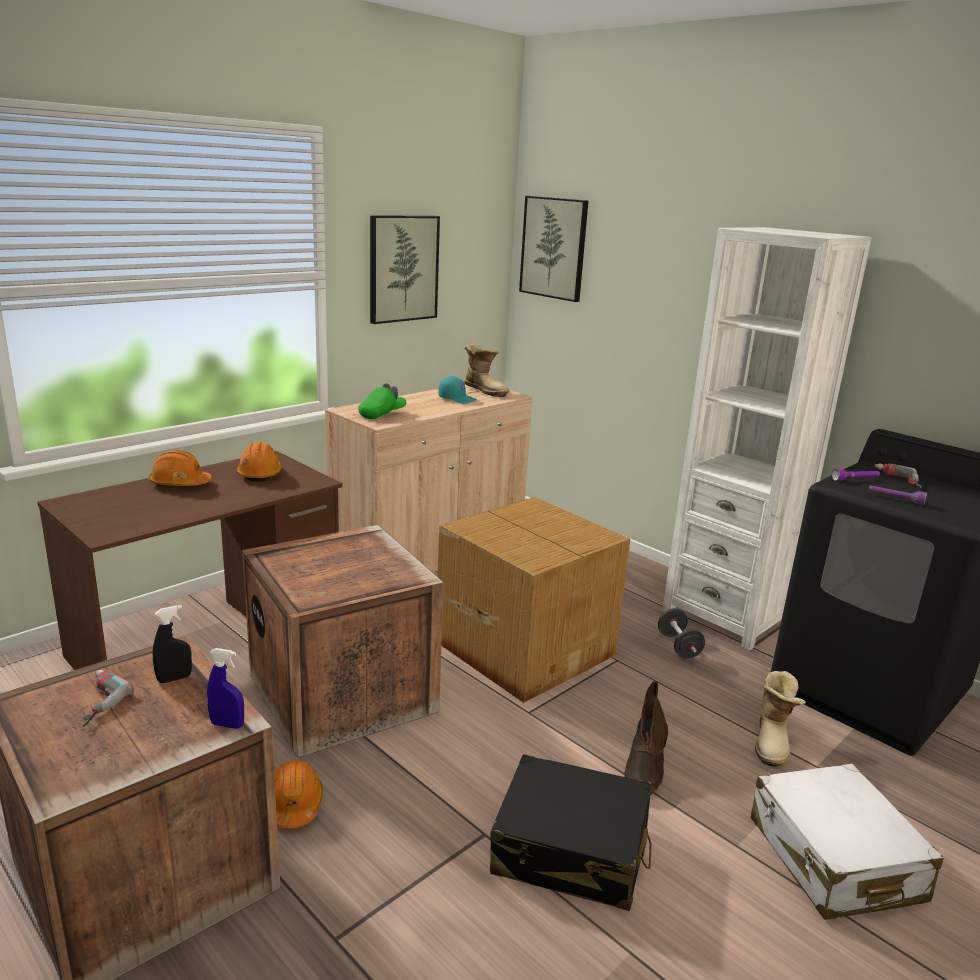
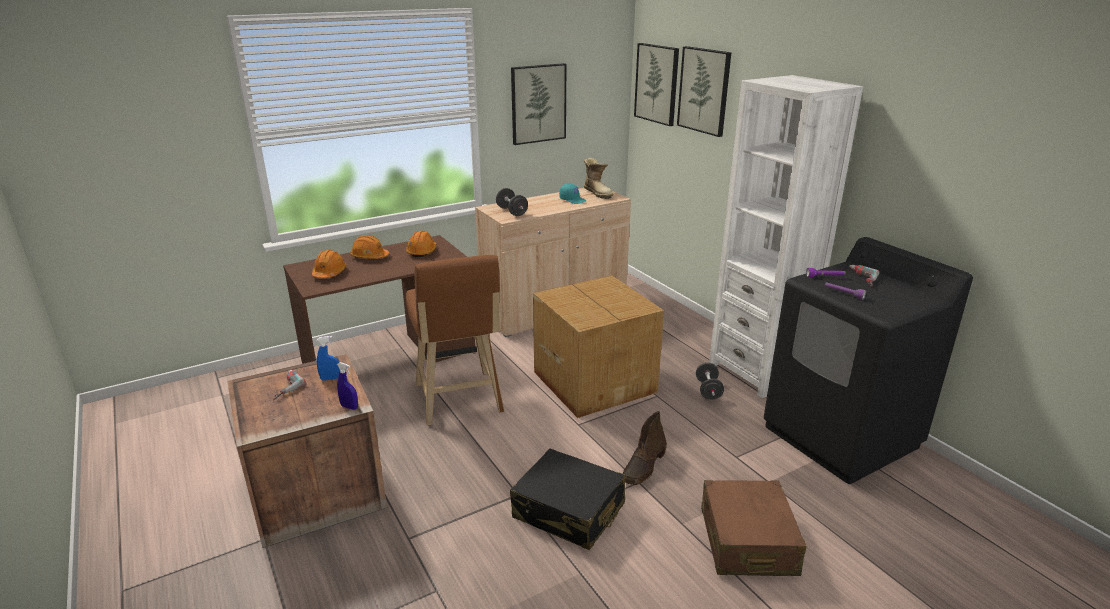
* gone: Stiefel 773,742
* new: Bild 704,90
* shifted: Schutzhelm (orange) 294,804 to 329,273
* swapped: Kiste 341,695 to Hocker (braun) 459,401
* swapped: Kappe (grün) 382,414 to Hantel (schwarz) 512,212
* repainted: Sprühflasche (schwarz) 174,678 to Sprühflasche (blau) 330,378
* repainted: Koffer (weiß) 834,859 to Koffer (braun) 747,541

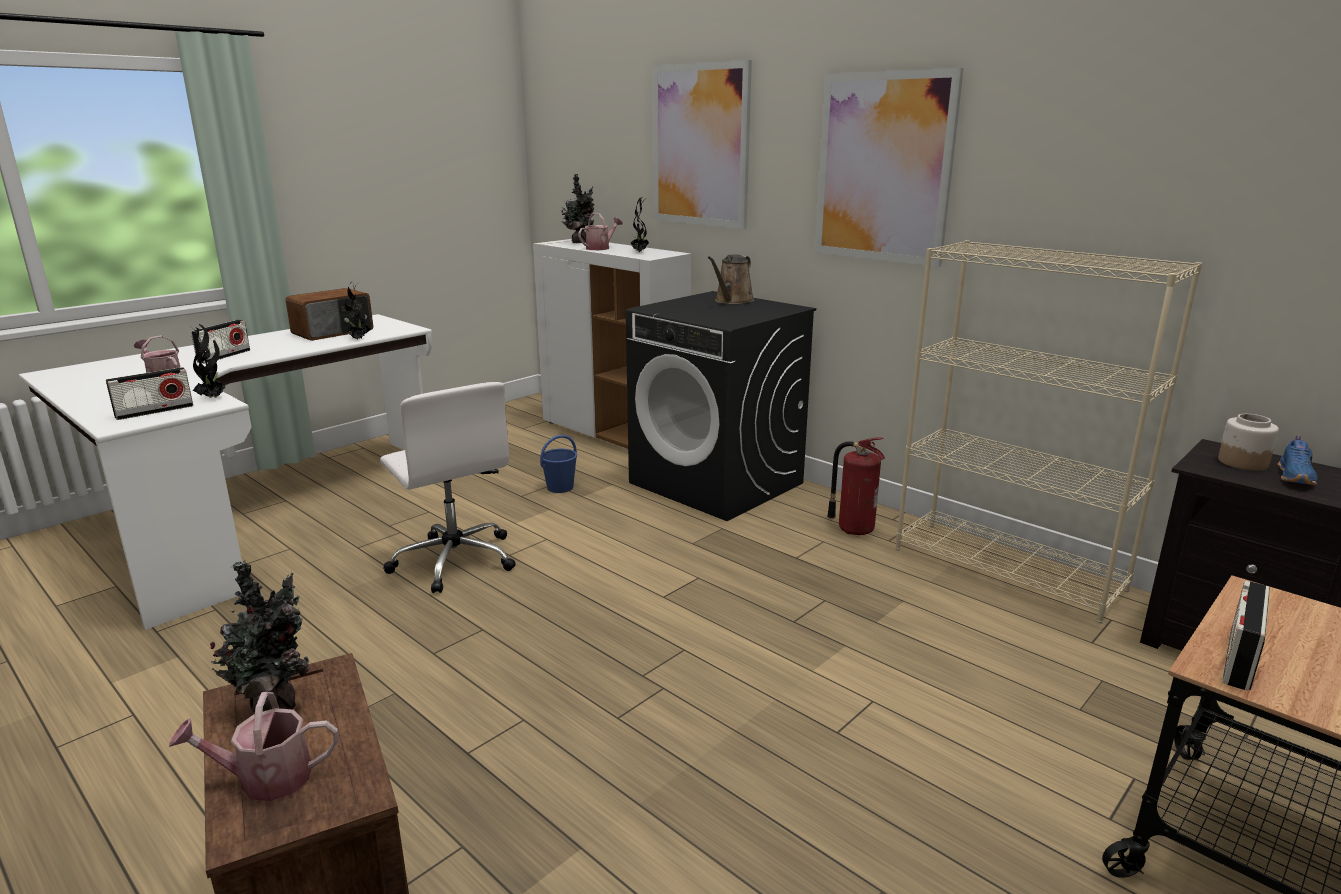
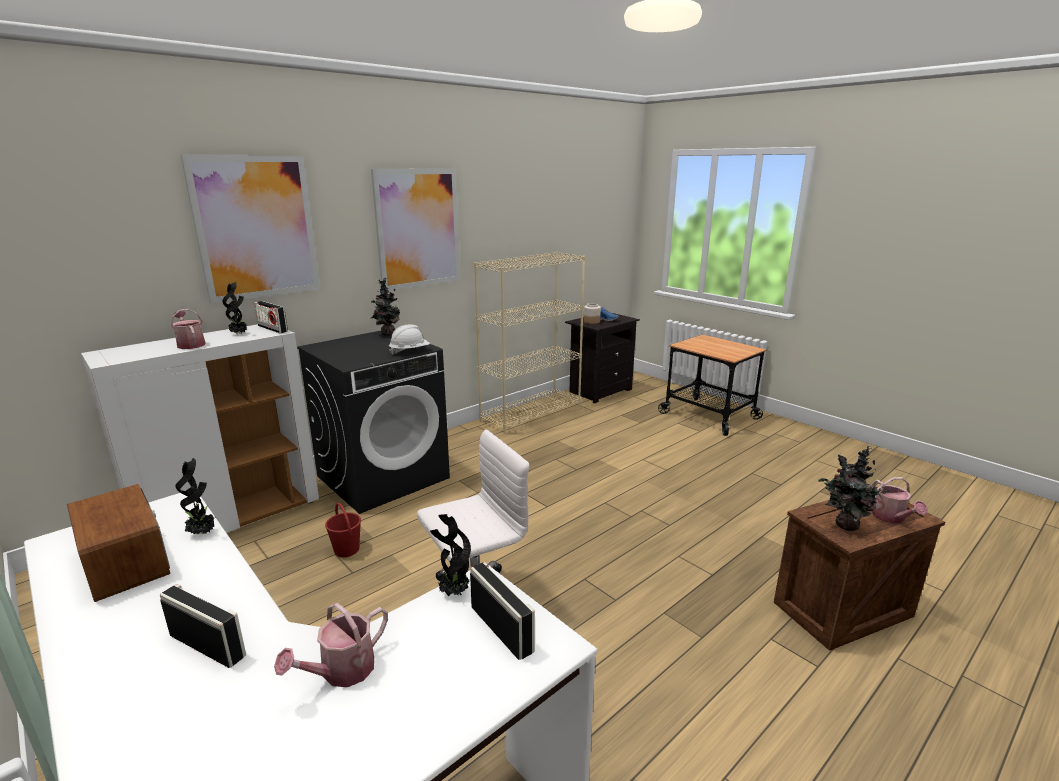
* gone: Gießkanne (braun) 732,301
* gone: Feuerlöscher 854,529
* new: Schutzhelm (weiß) 410,352
* shifted: Topfpflanze 580,242 to 386,334
* shifted: Radio 1239,660 to 272,329
* repainted: Eimer (blau) 559,488 to Eimer (rot) 347,550

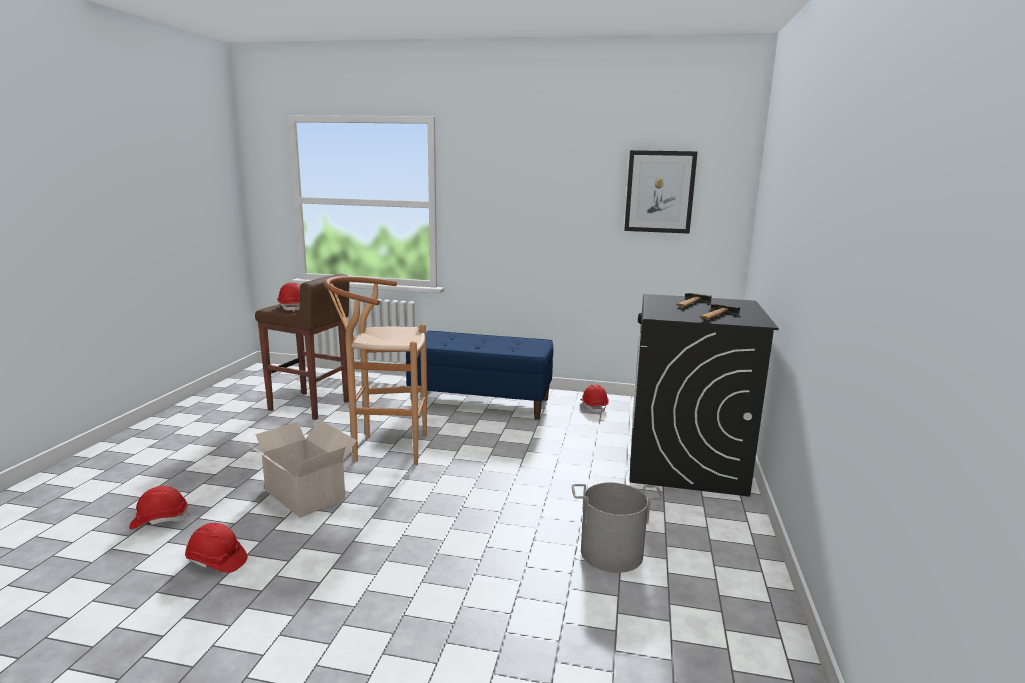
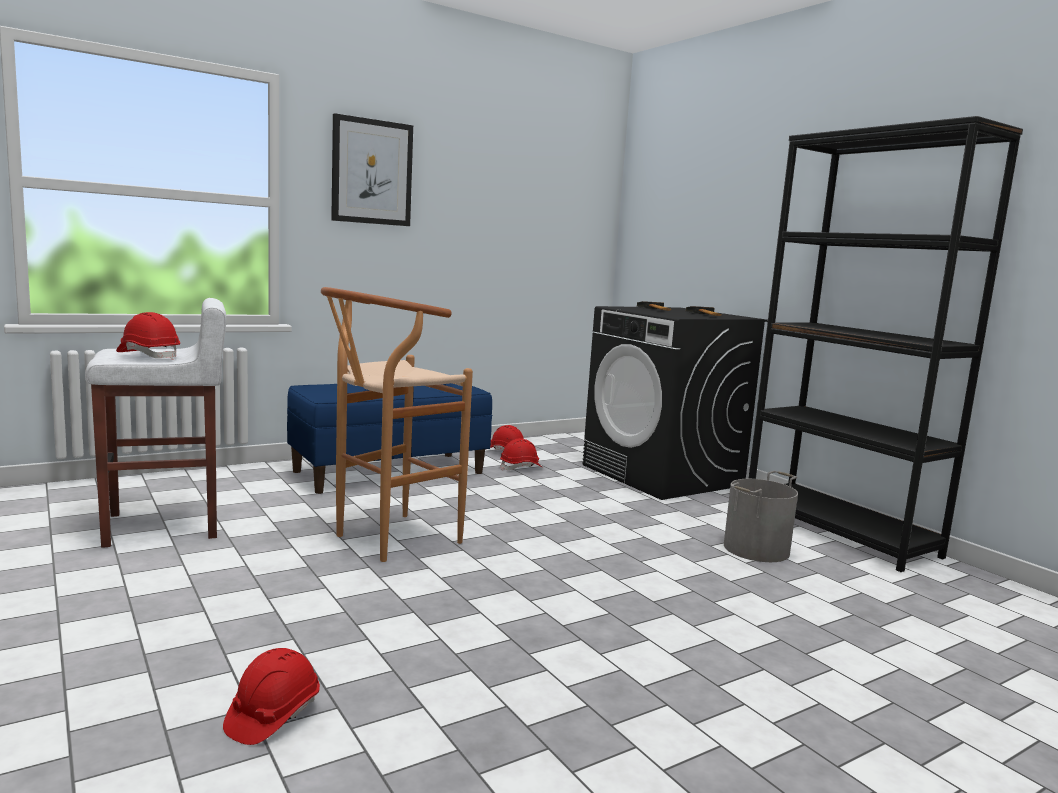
* gone: Karton 304,493
* new: Bücherregal (schwarz) 838,532
* shifted: Schutzhelm (rot) 216,561 to 521,467
* shifted: Bild 659,192 to 372,172
* repainted: Hocker (braun) 309,406 to Hocker (weiß) 165,526

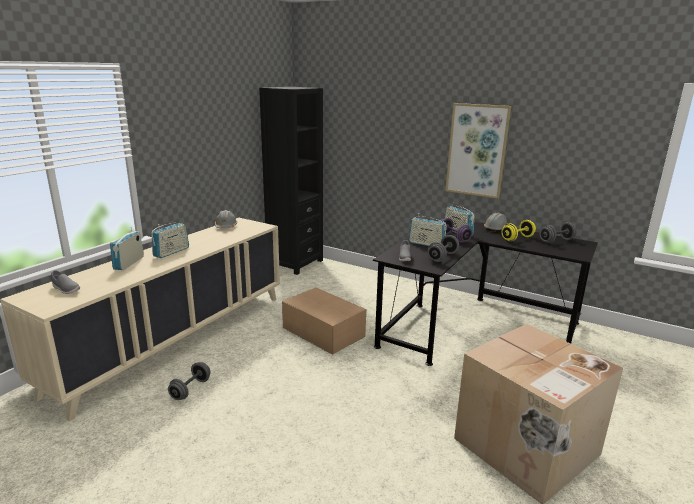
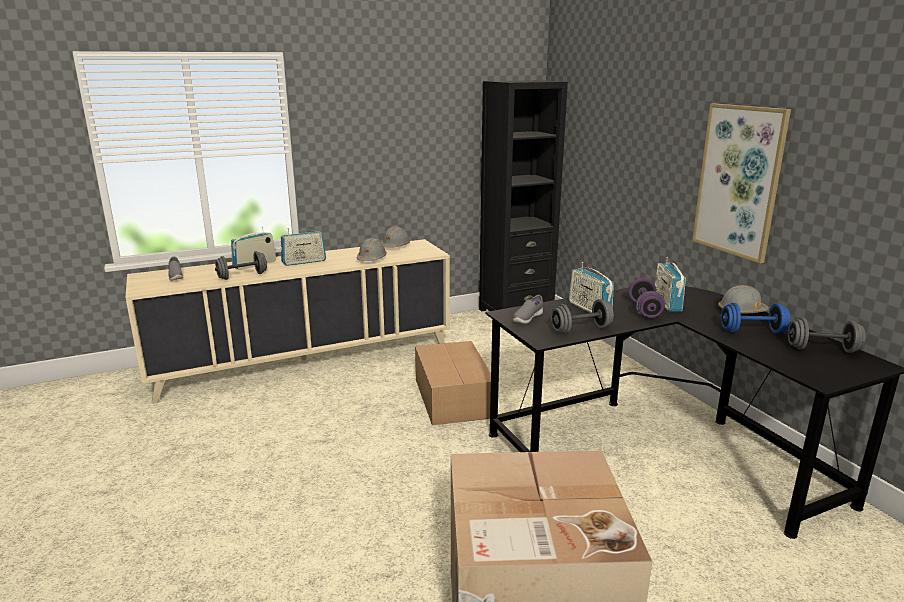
* new: Schutzhelm (grau) 371,259
* shifted: Hantel (grau) 190,389 to 242,276
* repainted: Hantel (gelb) 517,238 to Hantel (blau) 752,331

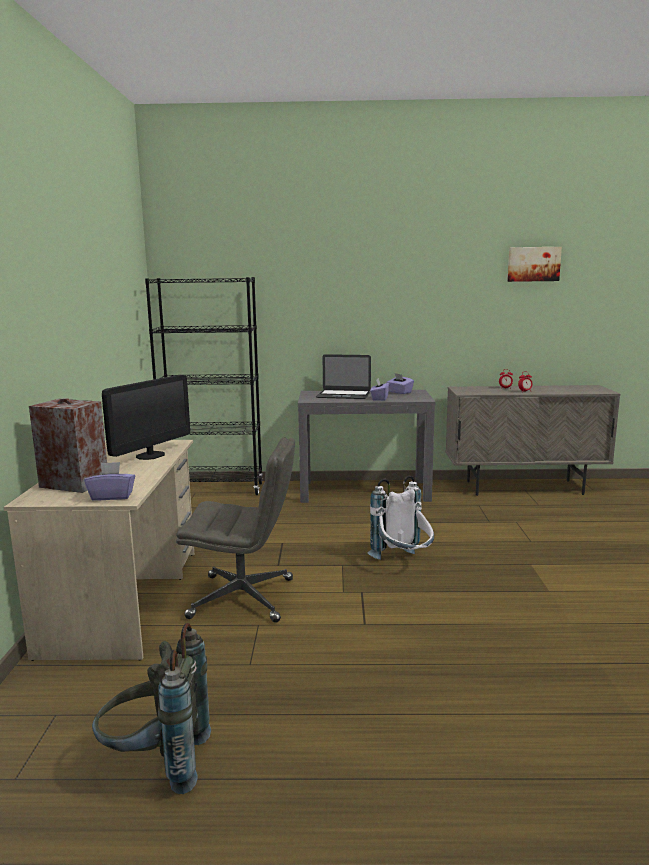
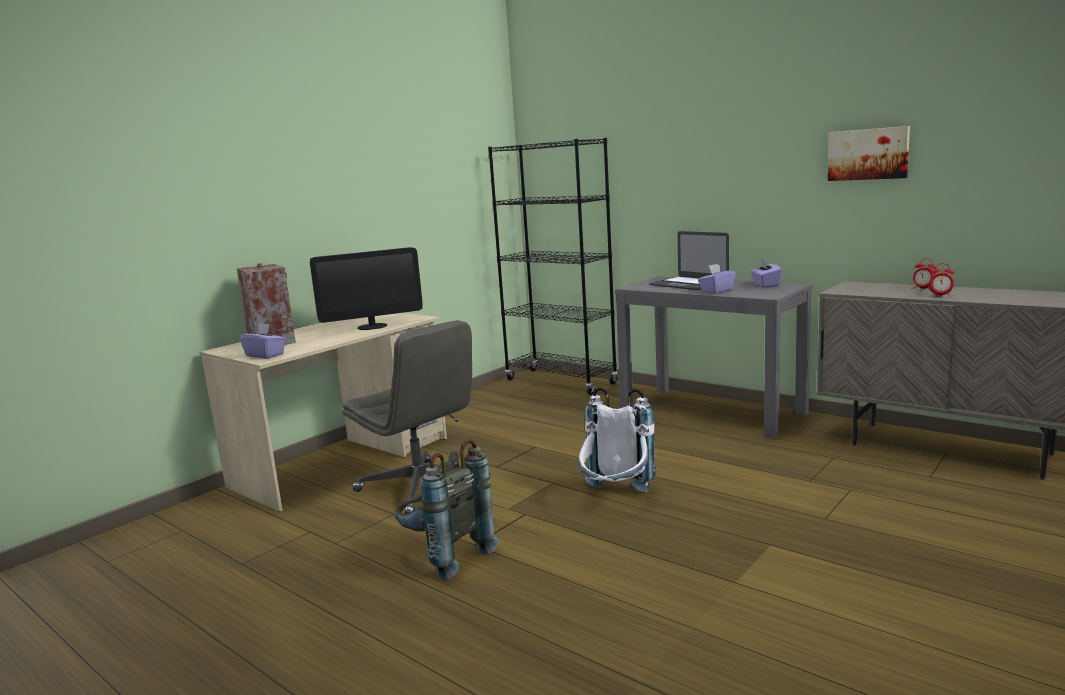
* shifted: Rucksack (grau) 157,764 to 444,555
* shifted: Bild 533,264 to 868,154

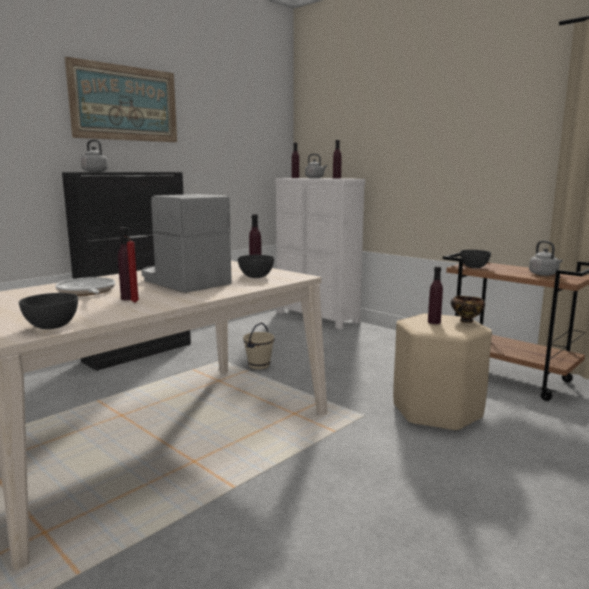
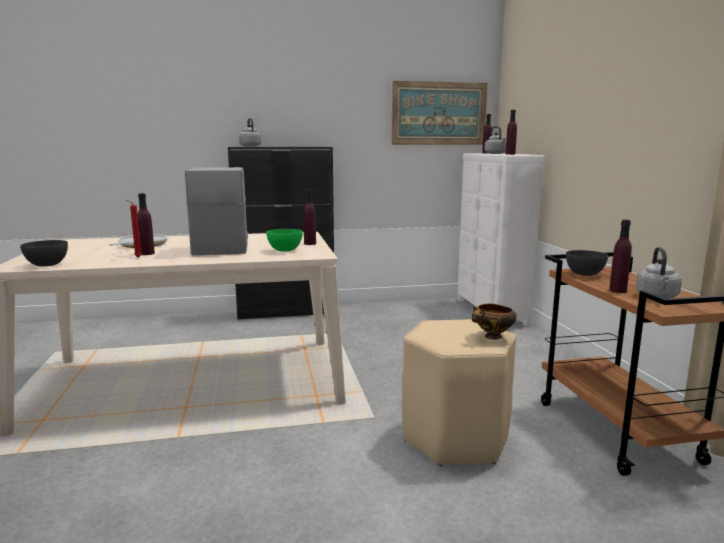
* gone: Eimer (beige) 258,365
* shifted: Bild 125,103 to 439,113
* shifted: Flasche (lila) 434,322 to 617,290
* repainted: Schüssel (grau) 256,277 to Schüssel (grün) 285,250

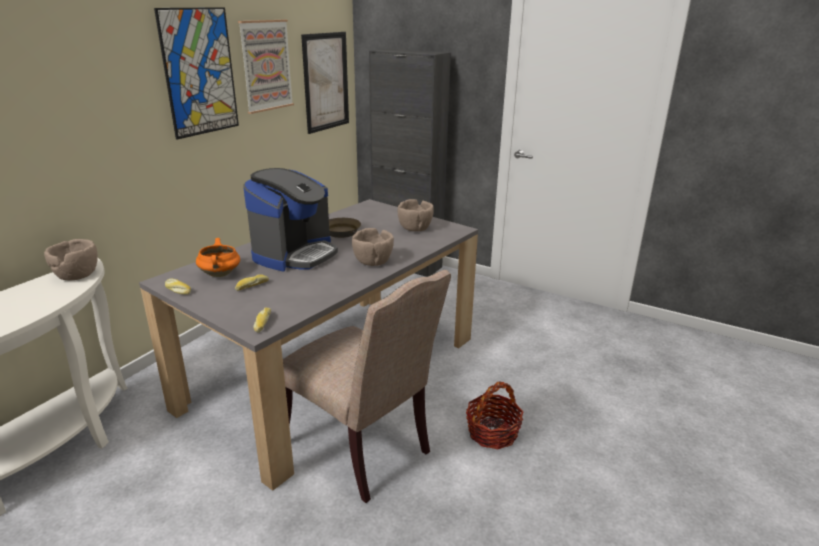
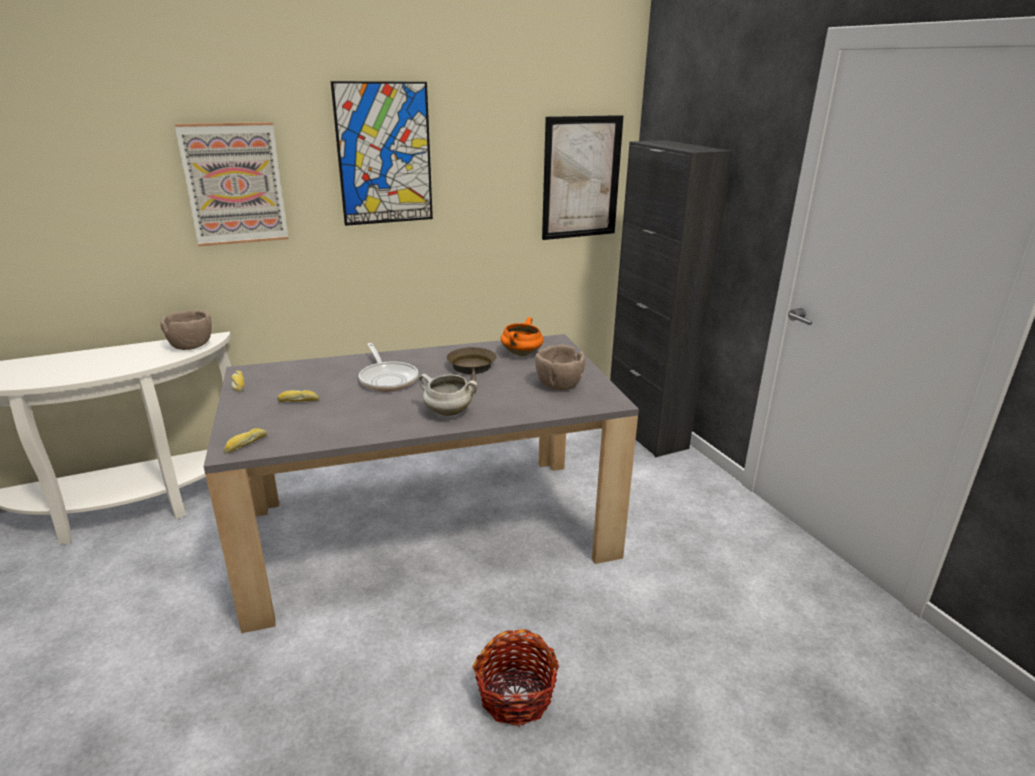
* gone: Stuhl (beige) 361,449
* shifted: Kochtopf (orange) 220,274 to 521,354
* shifted: Bild 266,65 to 234,184
* swapped: Kaffeemaschine 295,254 to Pfanne 387,379
* swapped: Schüssel (braun) 372,262 to Kochtopf (weiß) 447,412

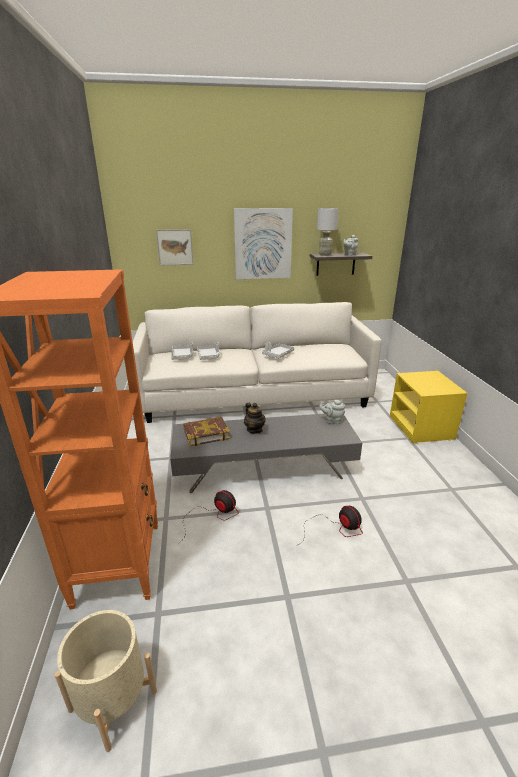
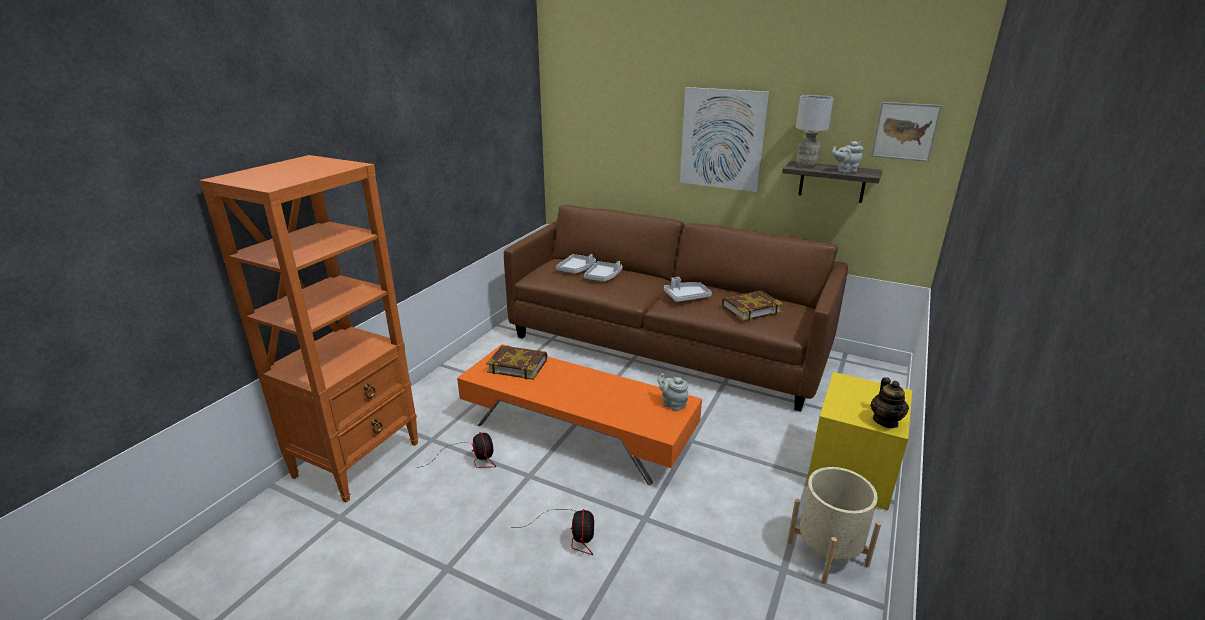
* new: Buch 750,309
* shifted: Pflanzkübel (beige) 113,700 to 827,553
* shifted: Bild 175,247 to 905,131
* shifted: Teekanne 254,430 to 885,421
* repainted: Sofa (weiß) 254,395 to Sofa (braun) 666,345
* repainted: Couchtisch (grau) 264,467 to Couchtisch (orange) 578,432

